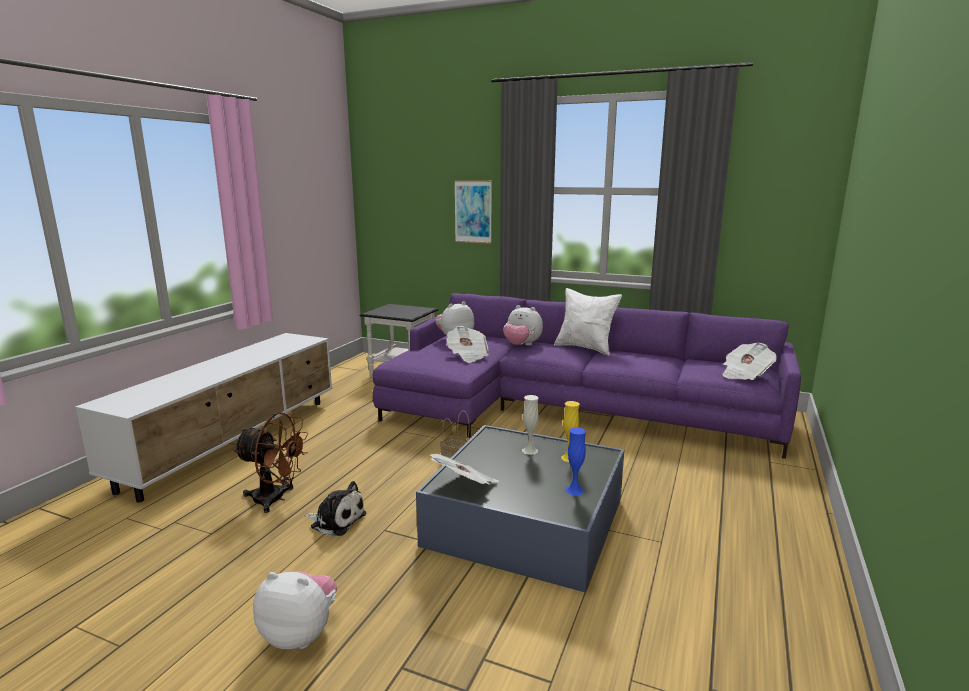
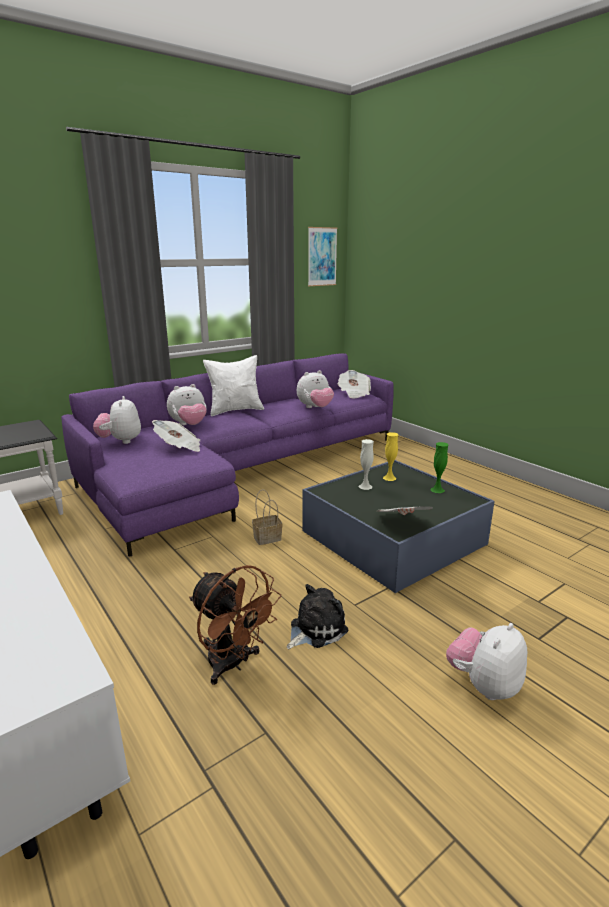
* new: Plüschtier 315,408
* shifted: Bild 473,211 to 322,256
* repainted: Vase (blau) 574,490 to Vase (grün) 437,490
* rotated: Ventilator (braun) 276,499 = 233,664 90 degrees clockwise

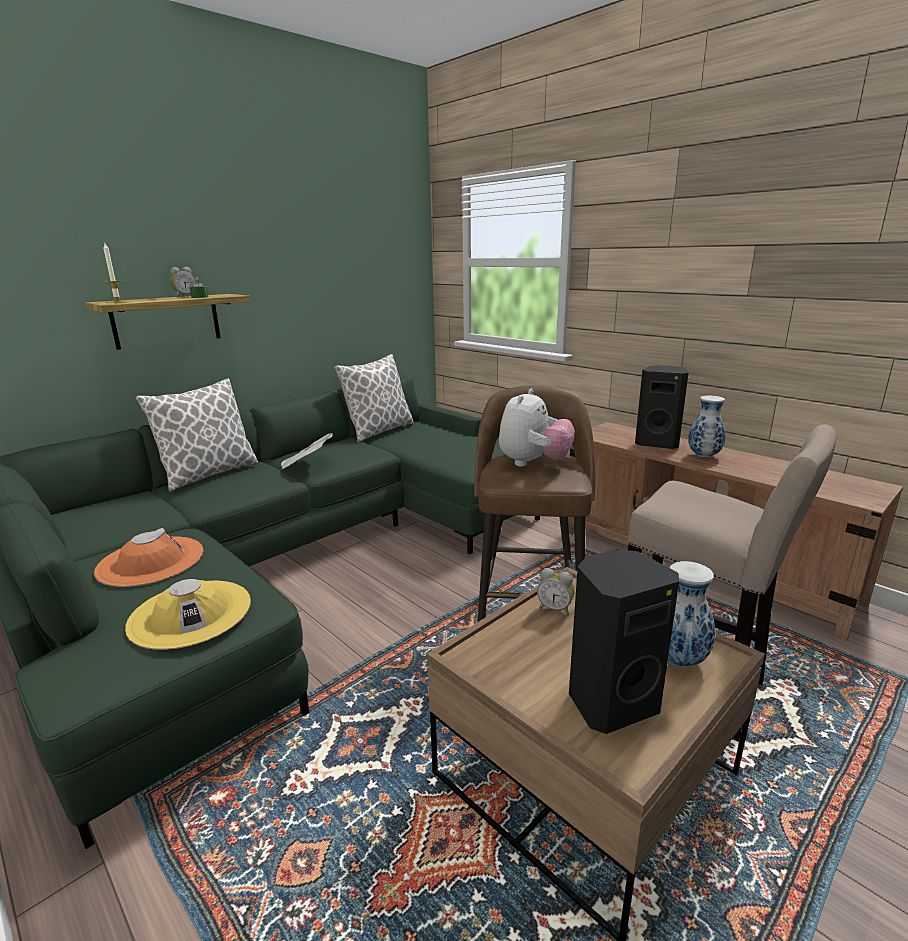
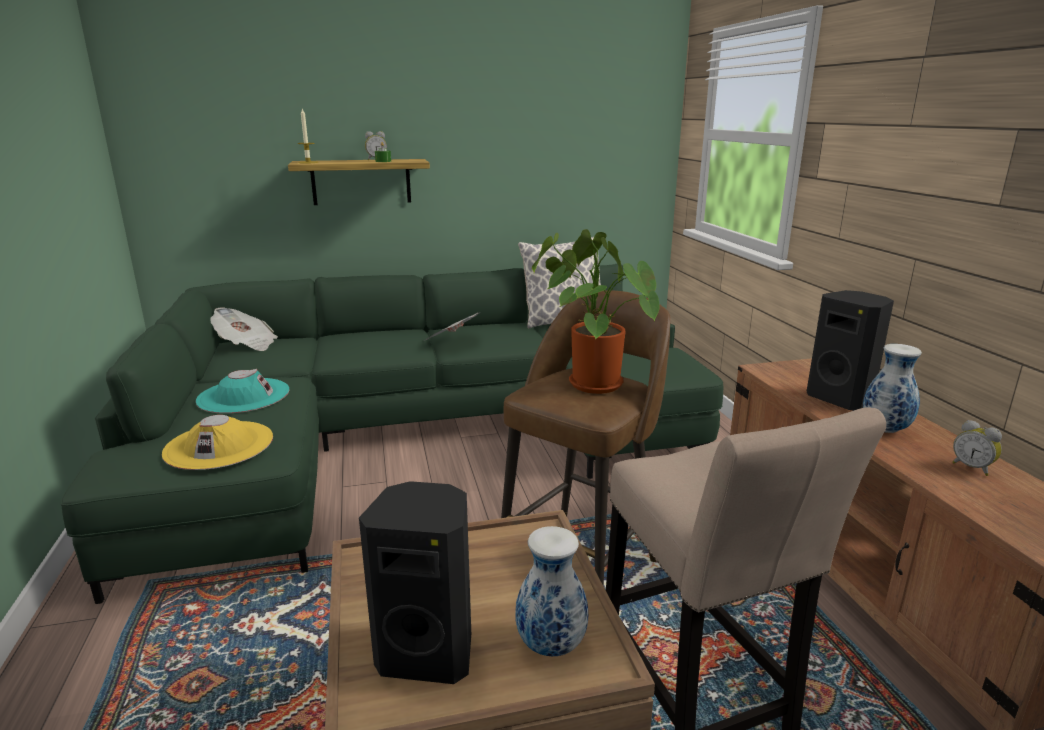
* gone: Kissen 209,474
* new: Zeitung 246,344
* shifted: Wecker 555,608 to 972,467
* swapped: Plüschtier 533,463 to Topfpflanze 589,383
* repainted: Hut (orange) 150,561 to Hut (türkis) 243,396

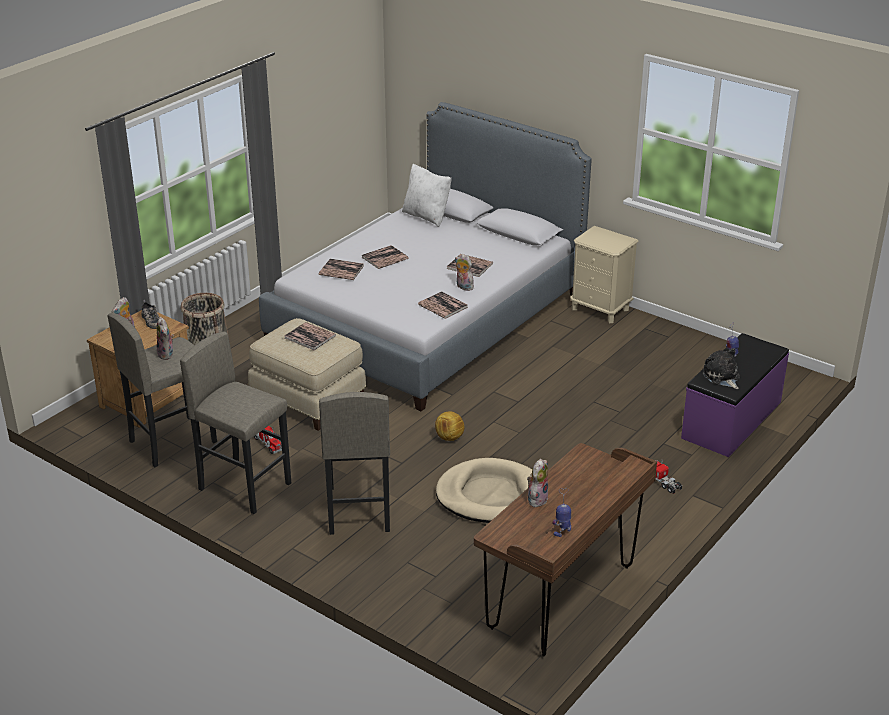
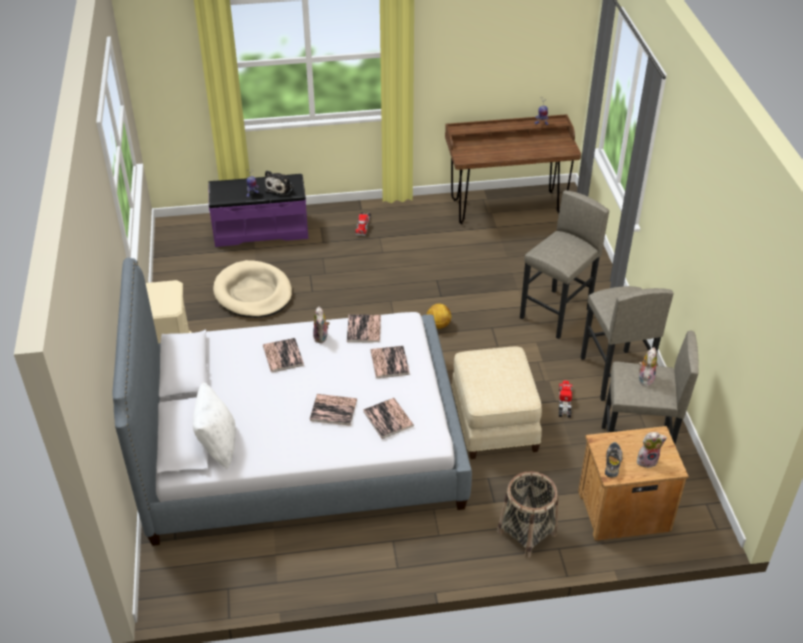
* gone: Plüschtier 536,499
* shifted: Buch 310,337 to 389,362
* shifted: Hundebett (beige) 489,495 to 253,293

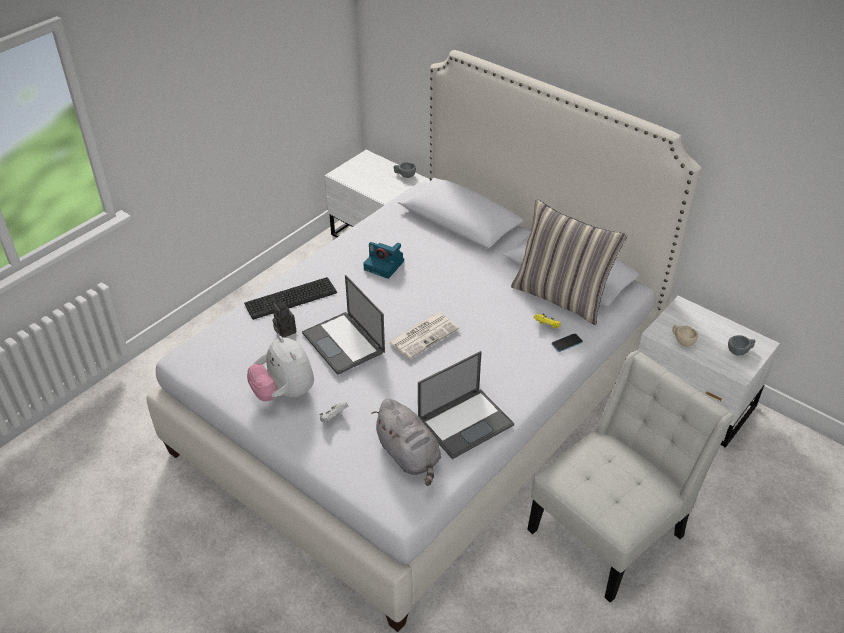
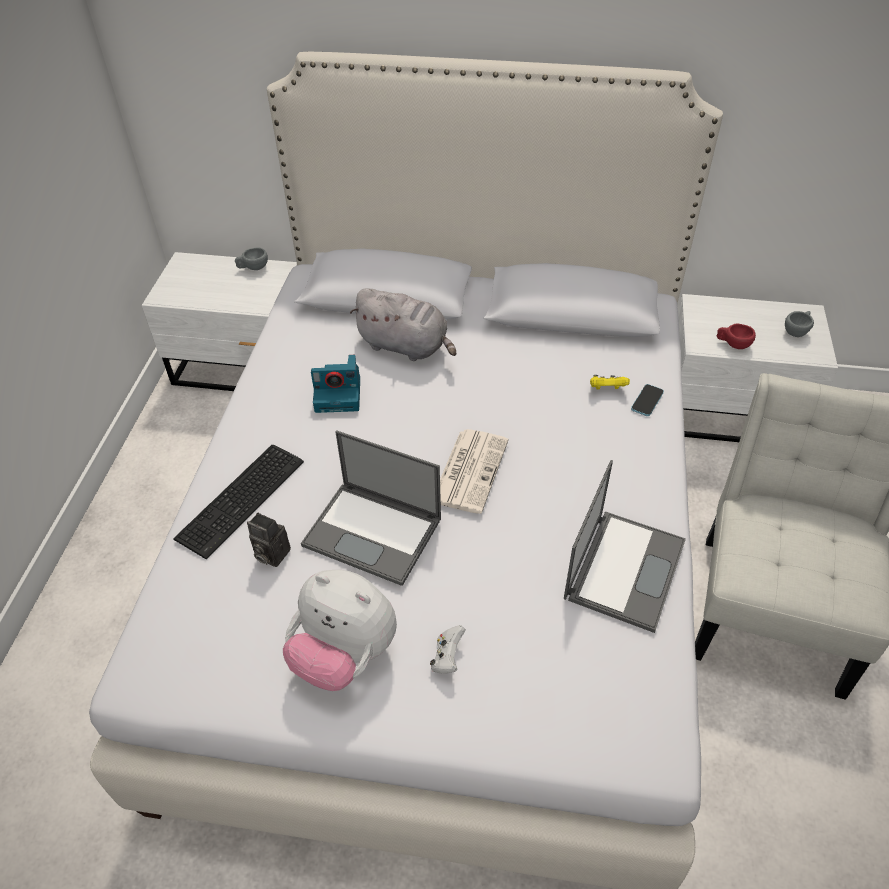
* gone: Kissen 561,297
* shifted: Plüschtier (grau) 409,456 to 406,346
* repainted: Tasse (beige) 682,341 to Tasse (rot) 733,344

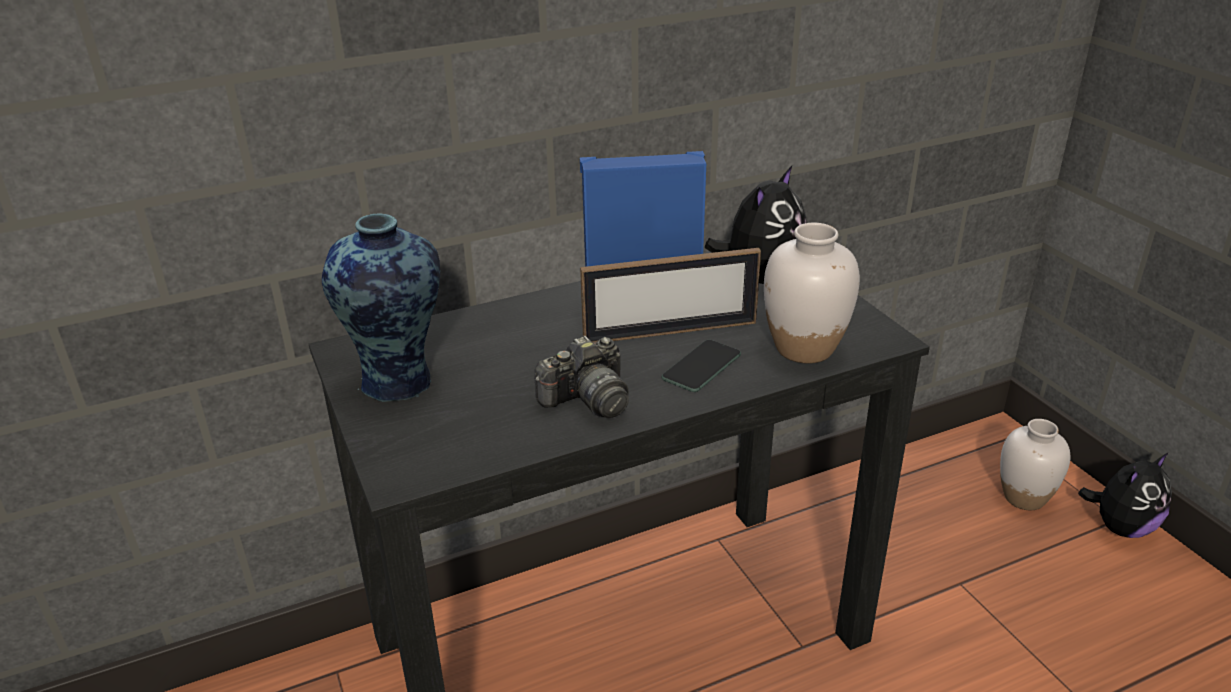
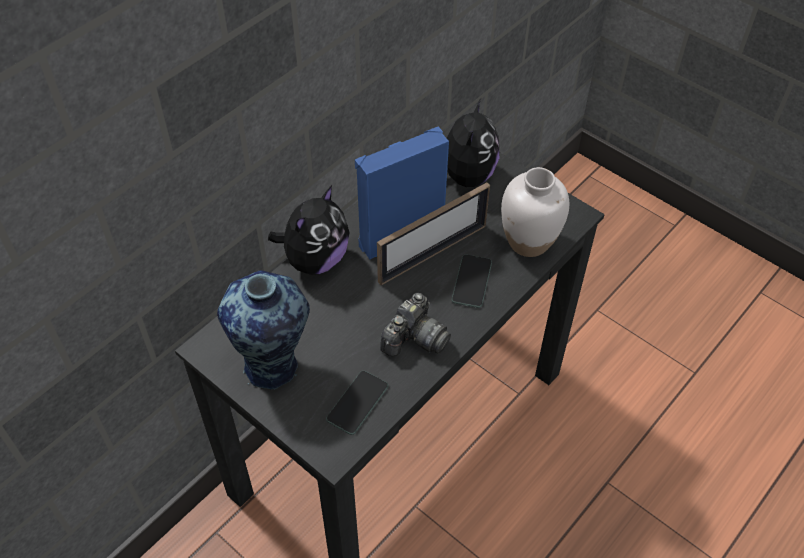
* gone: Vase (weiß) 1023,497
* new: Handy 357,403
* shifted: Plüschtier 1121,527 to 315,260

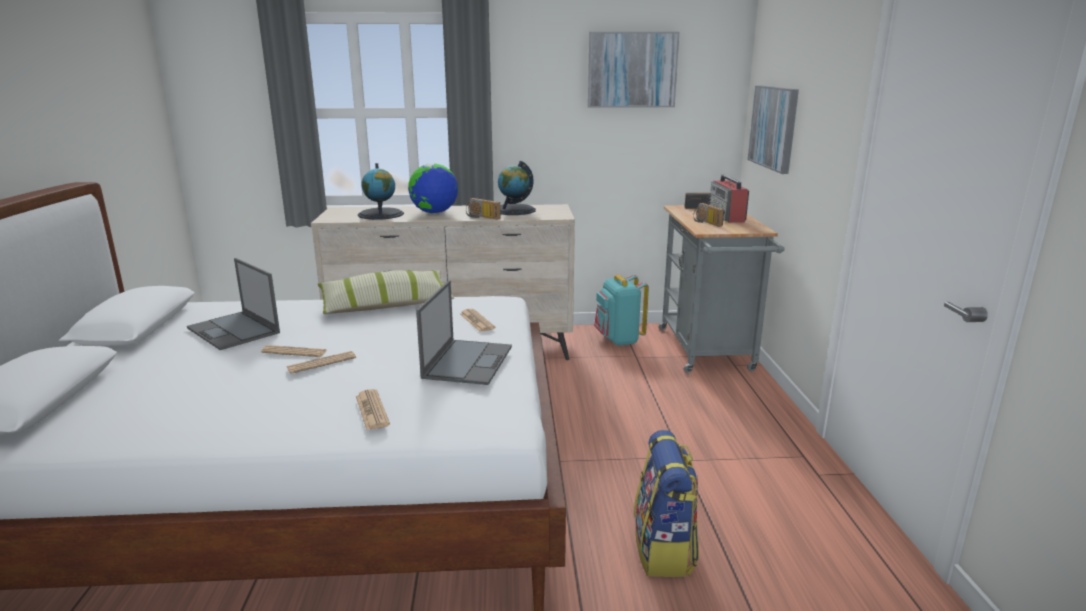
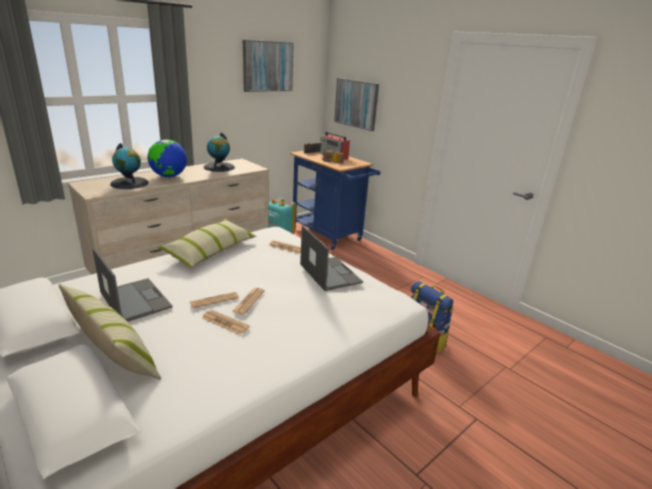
* gone: Radio 481,217
* new: Kissen 113,352
* shifted: Zeitung 372,410 to 225,322
* repainted: Rollwagen (grau) 707,352 to Rollwagen (blau) 329,235
* rotated: Laptop 234,331 = 135,300 135 degrees counterclockwise

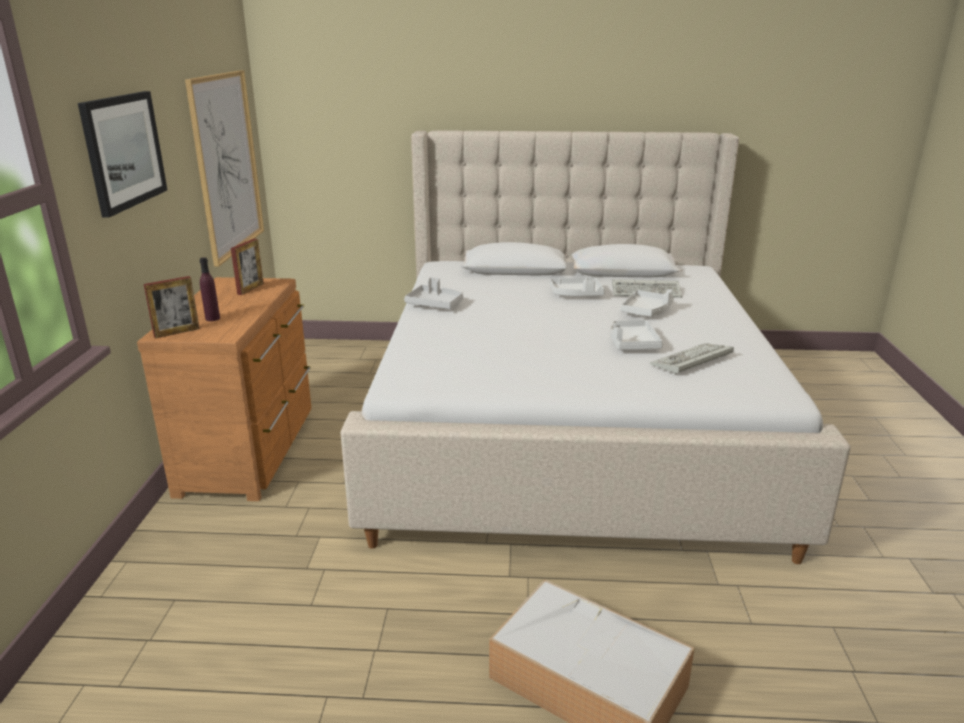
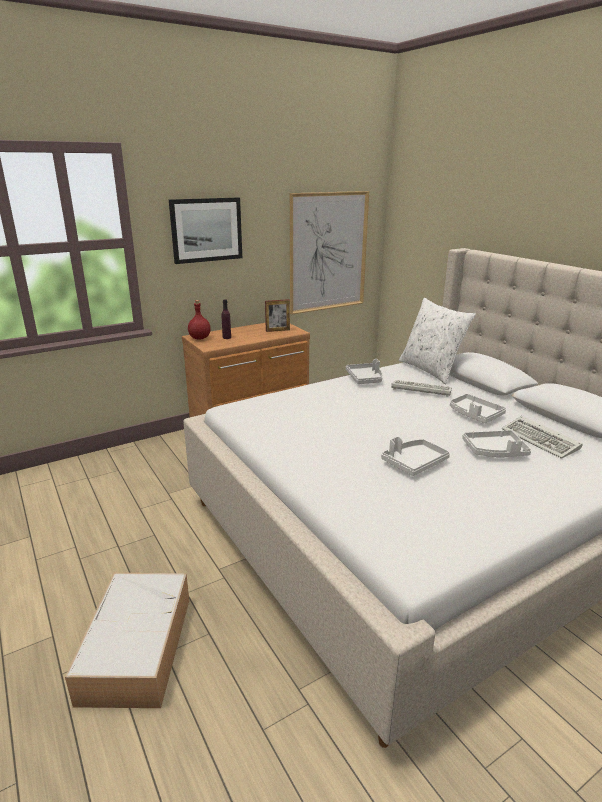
* new: Kissen (weiß) 430,370
* shifted: Tastatur 691,361 to 419,390
* swapped: Bilderrahmen 177,332 to Flasche (rot) 200,338

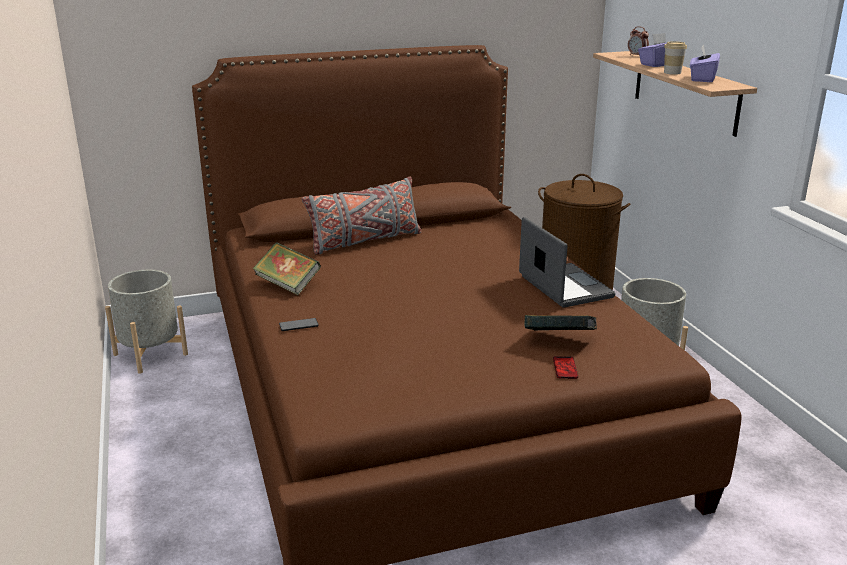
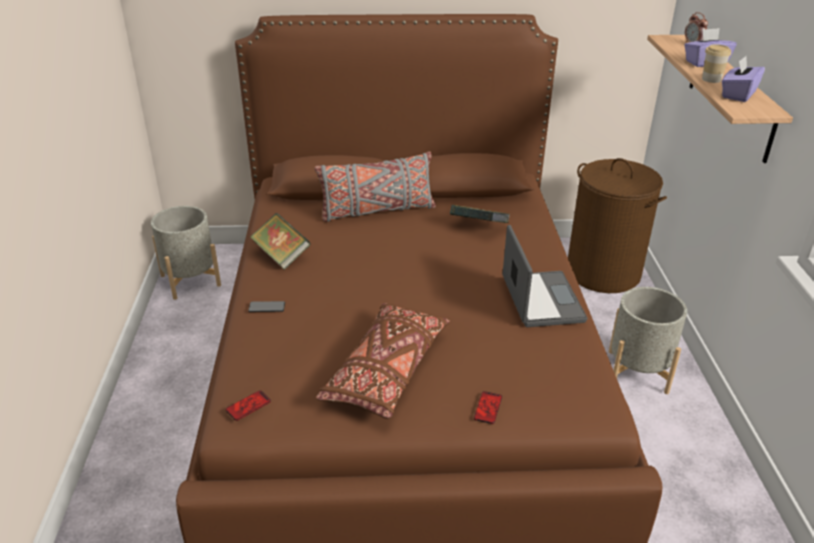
* new: Handy 248,406
* new: Kissen (braun) 386,371
* shifted: Buch 559,341 to 479,228

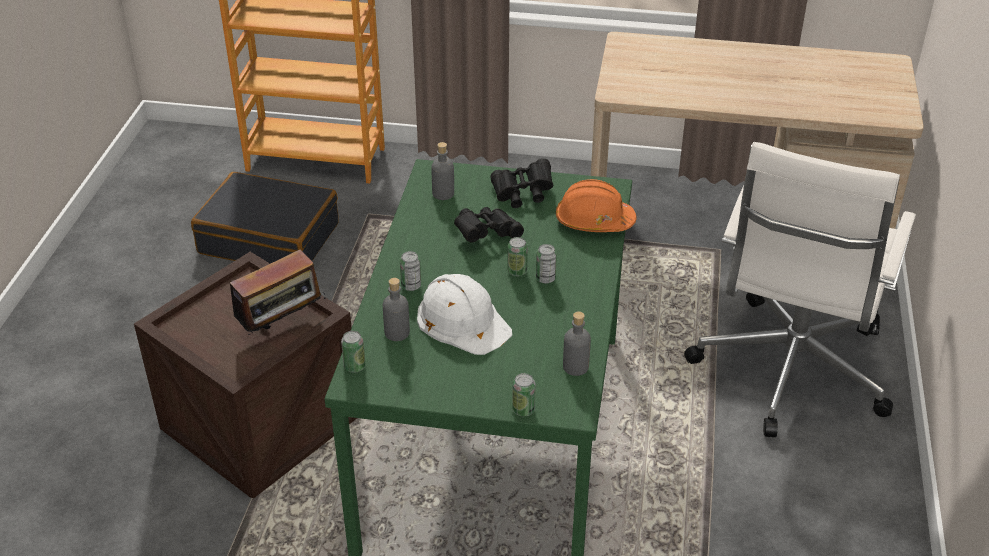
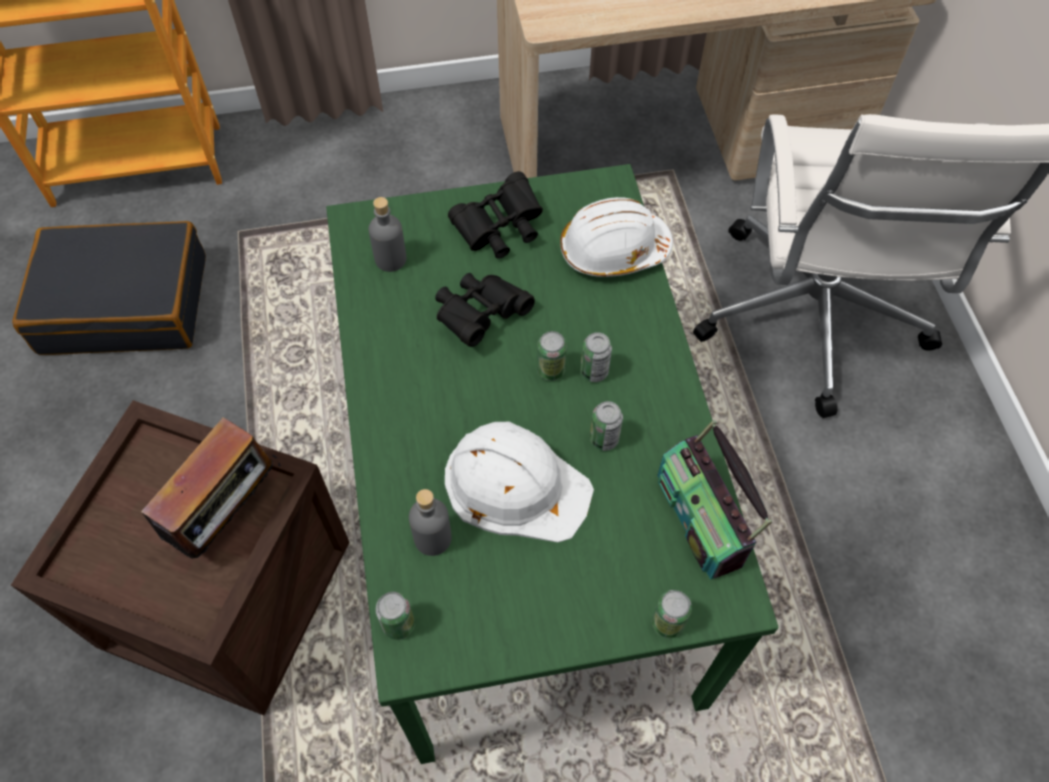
* shifted: Dose 411,286 to 604,439
* swapped: Flasche (grau) 575,367 to Radio 702,519
* repainted: Schutzhelm (orange) 594,221 to Schutzhelm (weiß) 613,250

